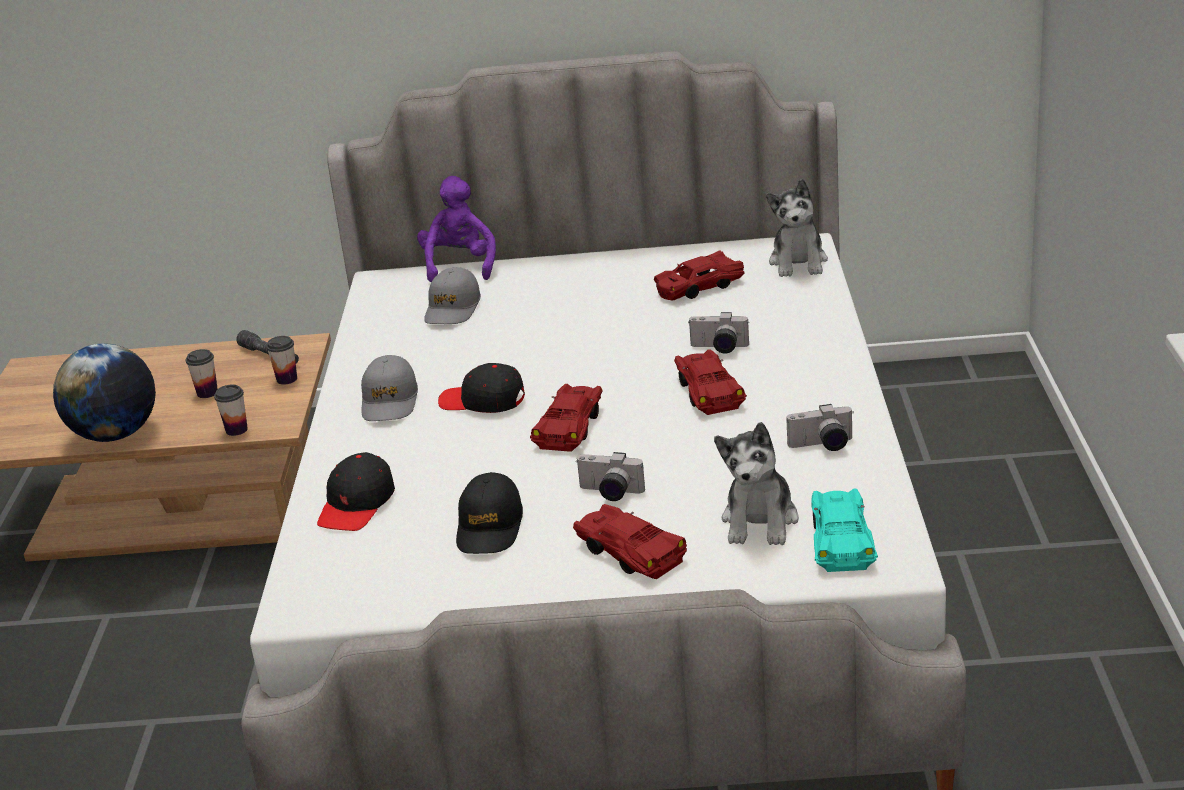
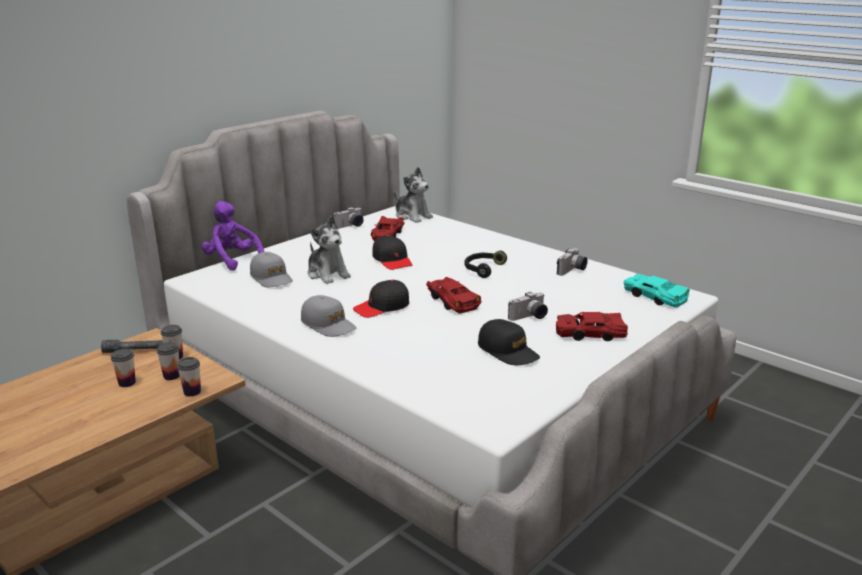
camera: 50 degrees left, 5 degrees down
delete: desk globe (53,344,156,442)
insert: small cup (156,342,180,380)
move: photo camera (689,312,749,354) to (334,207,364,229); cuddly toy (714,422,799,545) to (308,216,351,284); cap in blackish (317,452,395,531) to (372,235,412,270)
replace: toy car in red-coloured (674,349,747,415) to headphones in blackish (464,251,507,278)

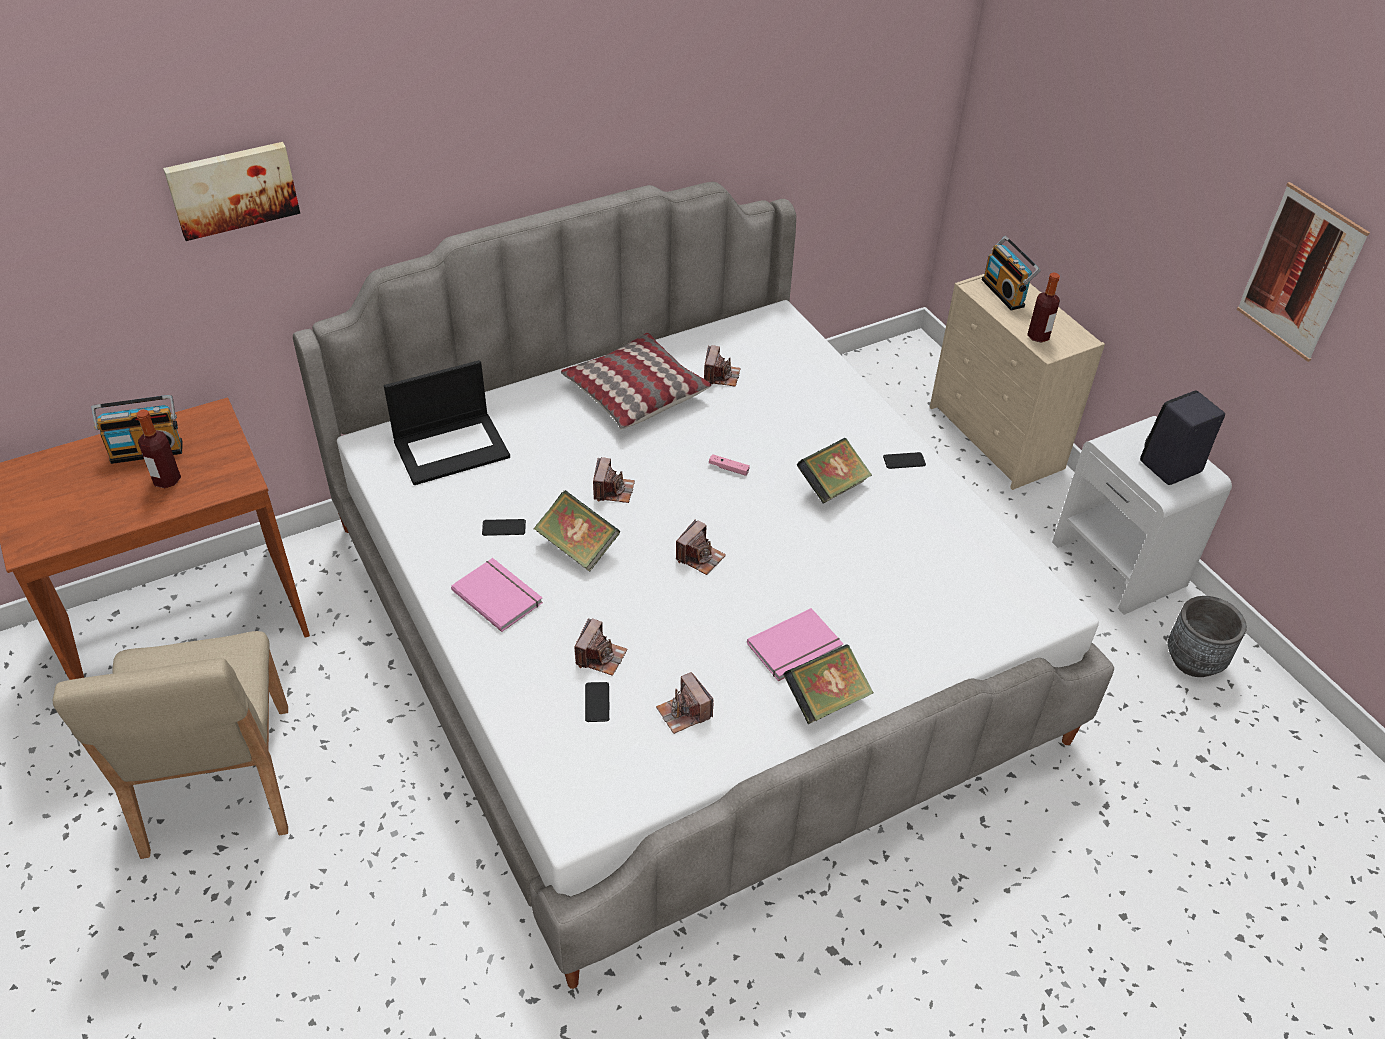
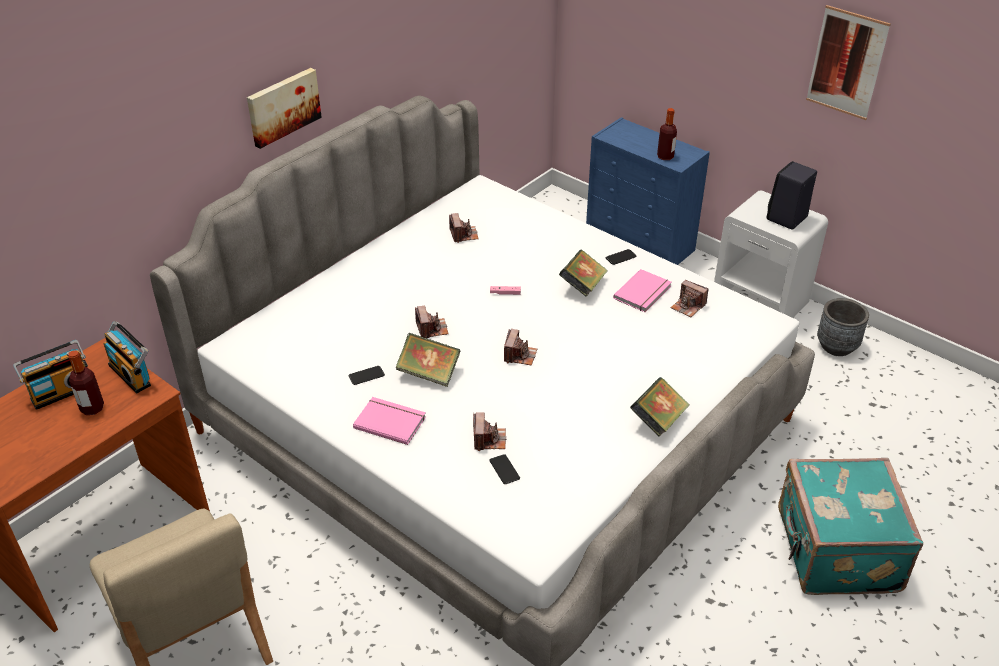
camera: 20 degrees left, 5 degrees down
delete: throw pillow (561,333,712,430); portable computer (384,360,510,485)
insert: travel case in turquoise (778,458,923,595)
move: picture (163,142,300,241) to (247,68,322,149); radio (982,236,1041,311) to (104,321,151,393); bound book in pink-coloured (747,608,843,682) to (613,269,672,312); photo camera (656,672,713,734) to (671,280,708,317)
recolor: chest of drawers in beige (929,274,1105,490) to chest of drawers in blue-coloured (586,117,710,265)

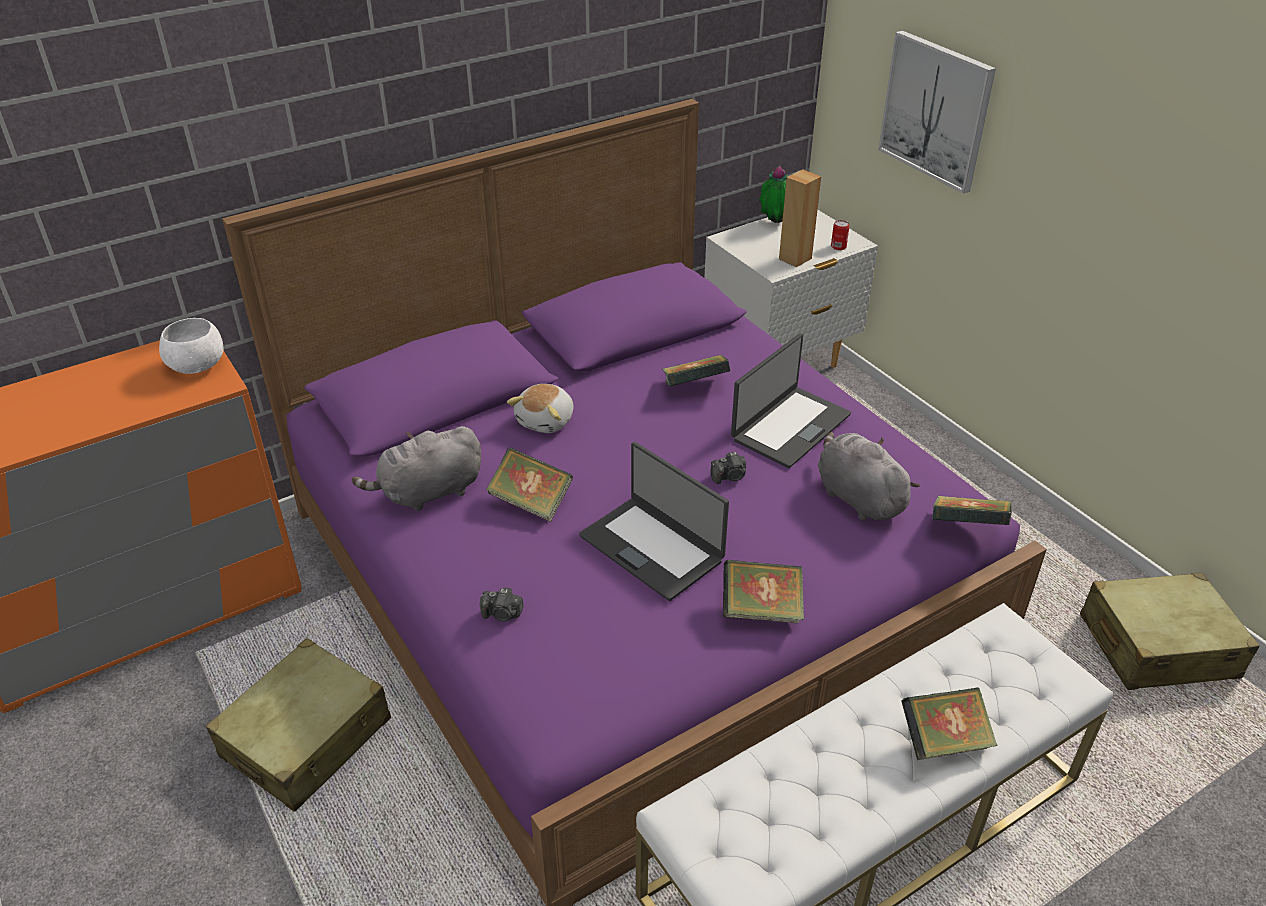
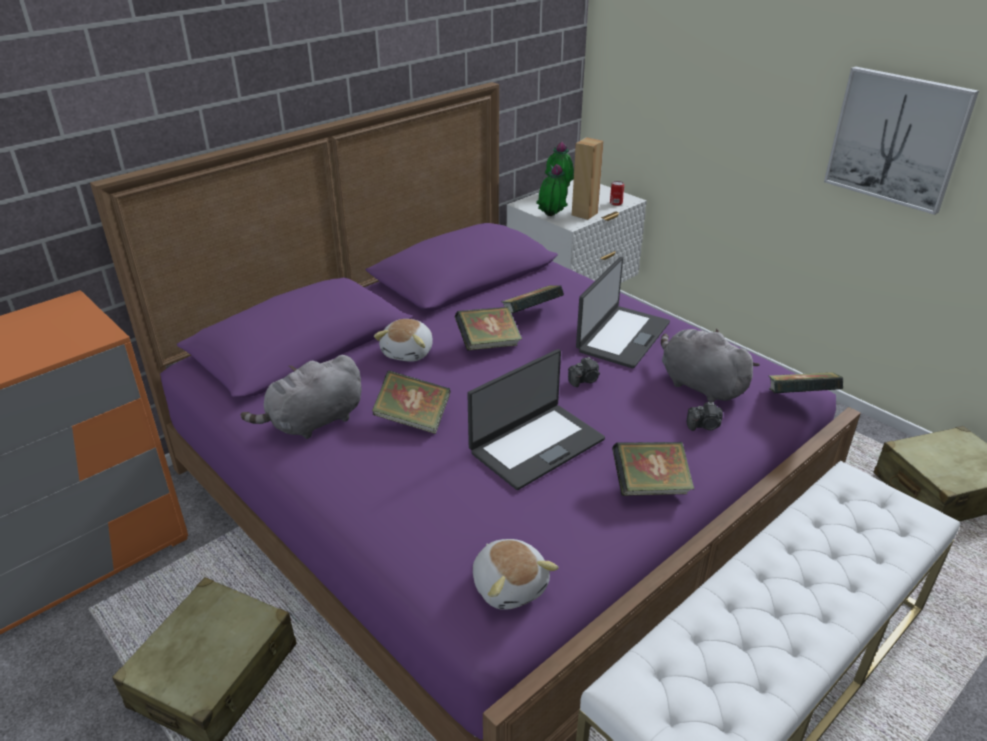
camera: 10 degrees left, 5 degrees down
delete: deep dish in white (159,318,223,374)
insert: potted plant (536,164,568,216); cuddly toy (473,539,558,610)
move: picture (878,31,996,194) to (824,66,979,215); photo camera (480,587,524,622) to (687,402,723,431); bound book (901,687,997,760) to (455,307,522,351)
rotate: portable computer (579,442,729,601) = (467,349,605,490) 75 degrees counterclockwise

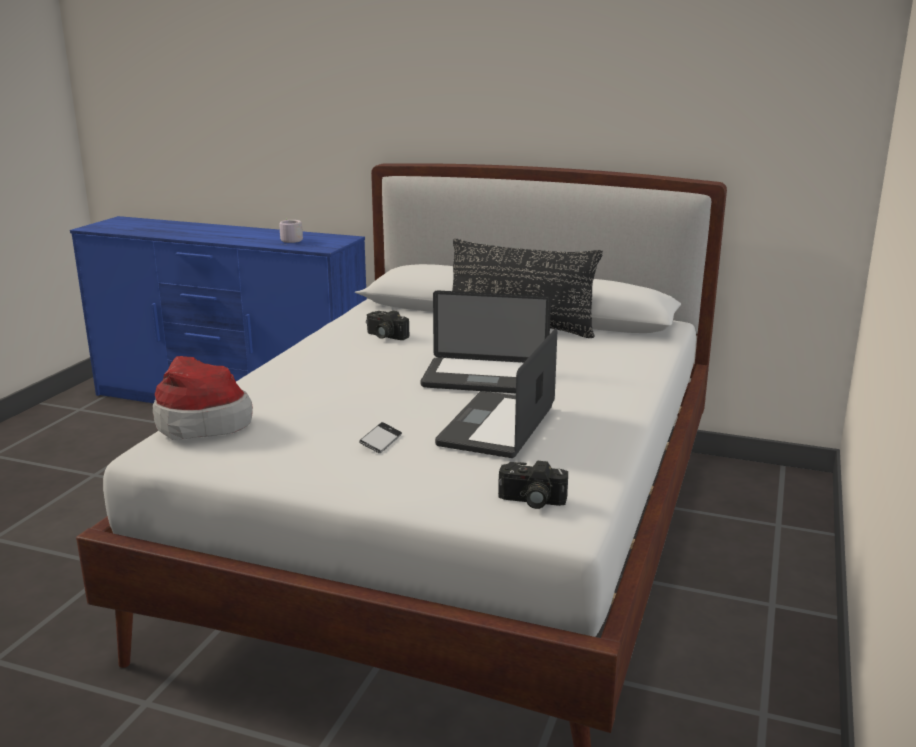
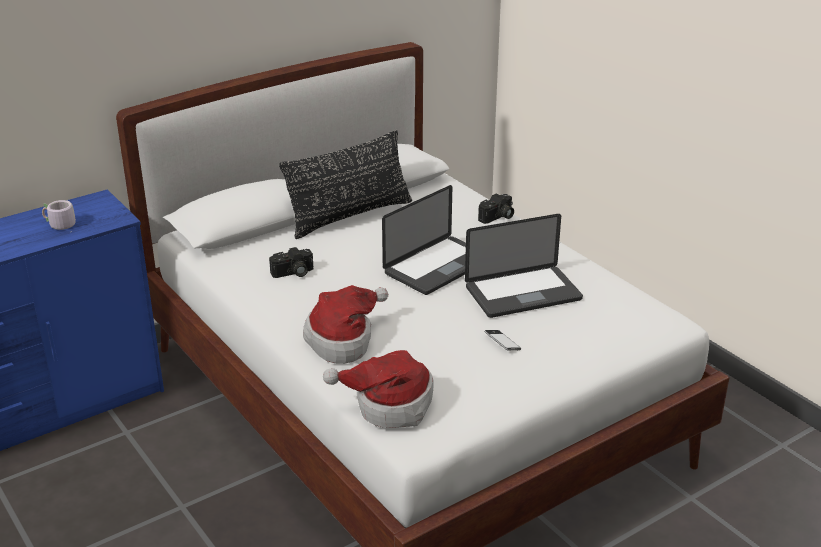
camera: 55 degrees left, 10 degrees up
insert: hat (303,285,388,364)
move: photo camera (498,461,568,509) to (478,194,514,224)
rotate: portable computer (435,328,557,458) = (465,214,583,318) 75 degrees counterclockwise

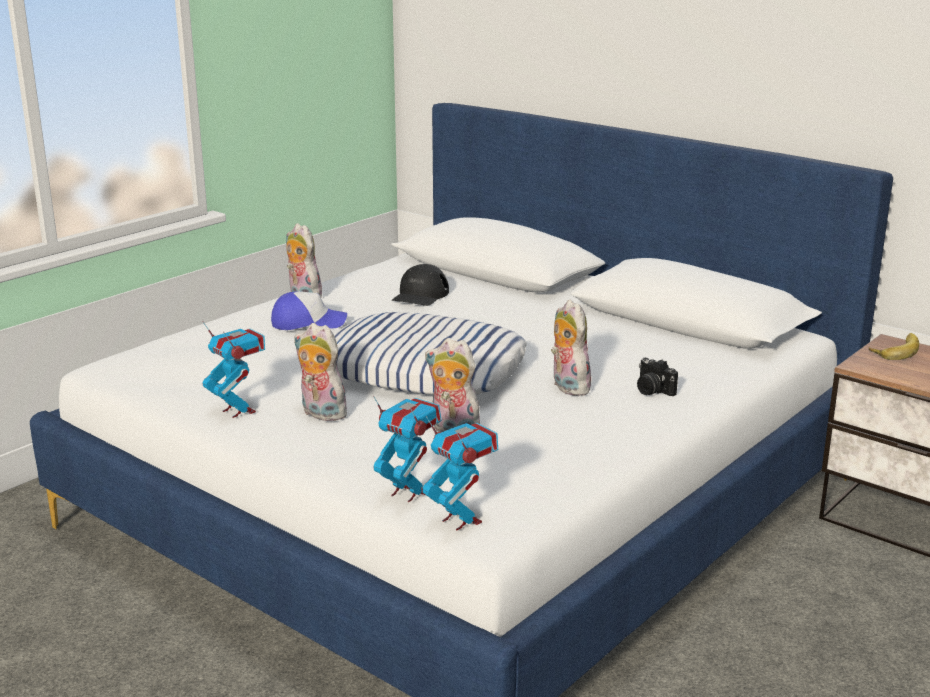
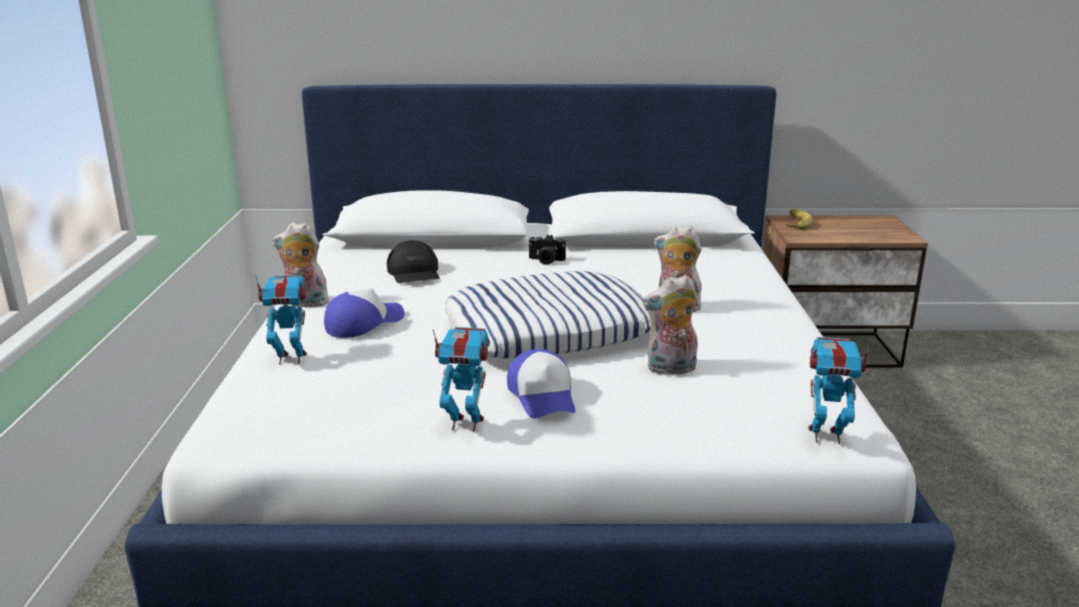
camera: 40 degrees left, 0 degrees up
move: photo camera (637,358,678,396) to (528,234,566,265); robot figure (373,395,442,502) to (255,274,307,365)
replace: cuddly toy (294,323,353,421) to cap (507,349,575,419)

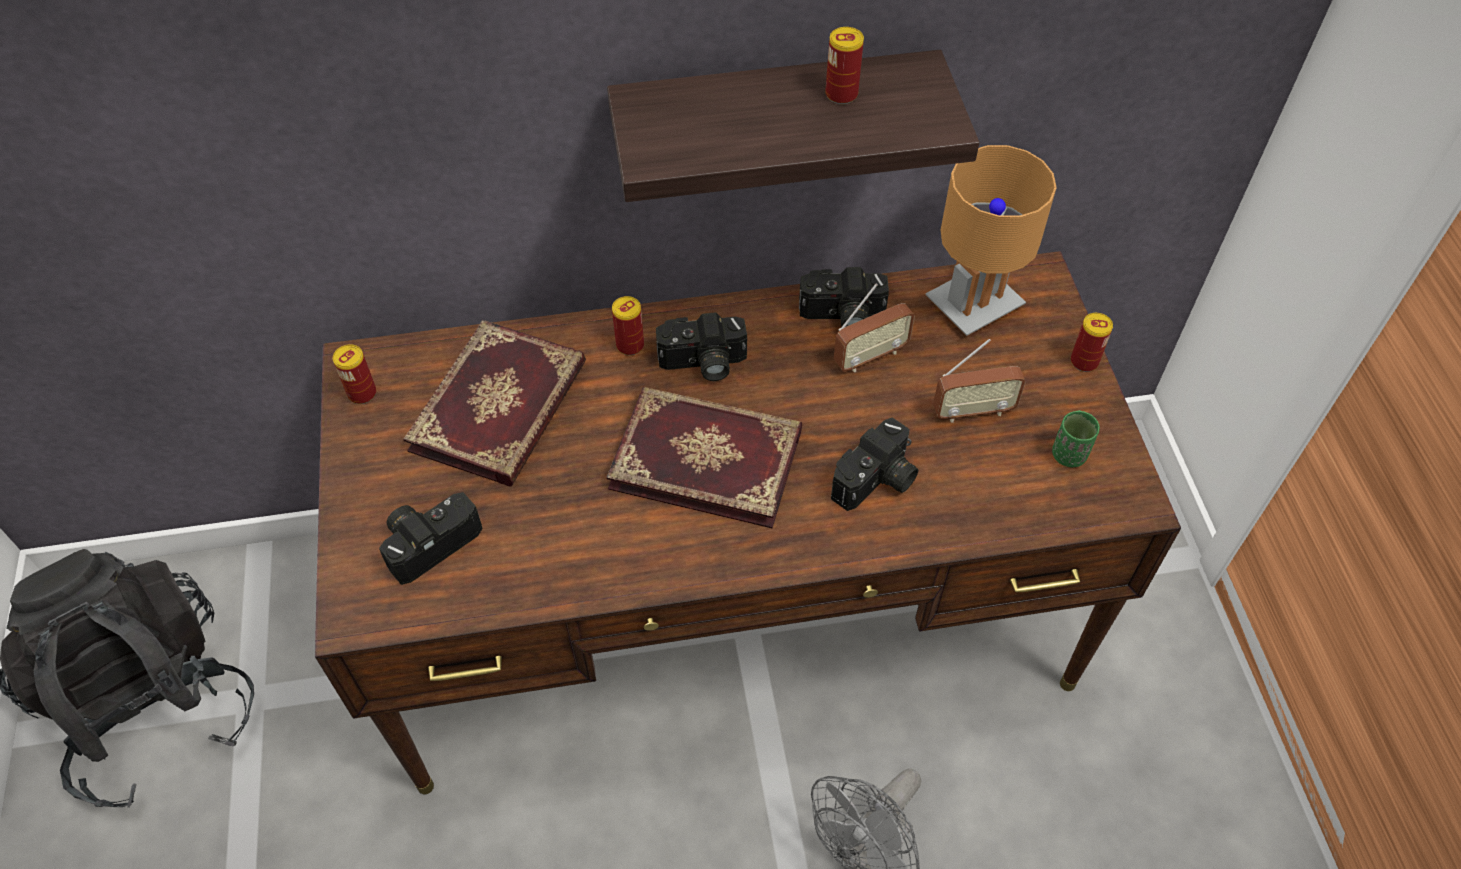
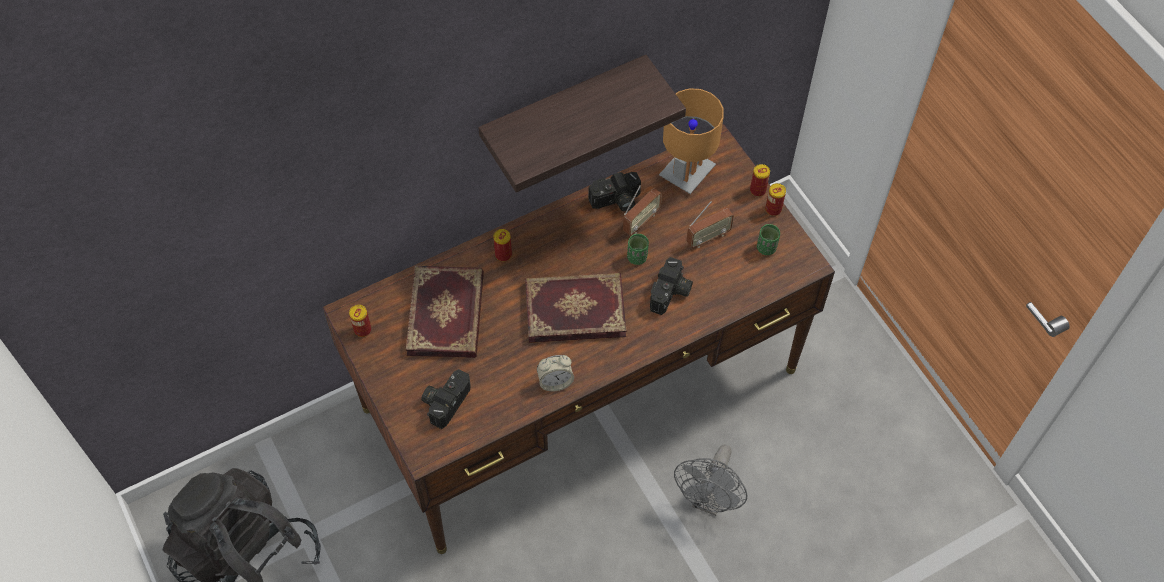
camera: 20 degrees left, 5 degrees up
delete: photo camera (656,312,747,381)
insert: small cup in green (627,234,649,265); alarm clock (537,355,574,391)
move: can (825,27,864,104) to (765,183,786,216)

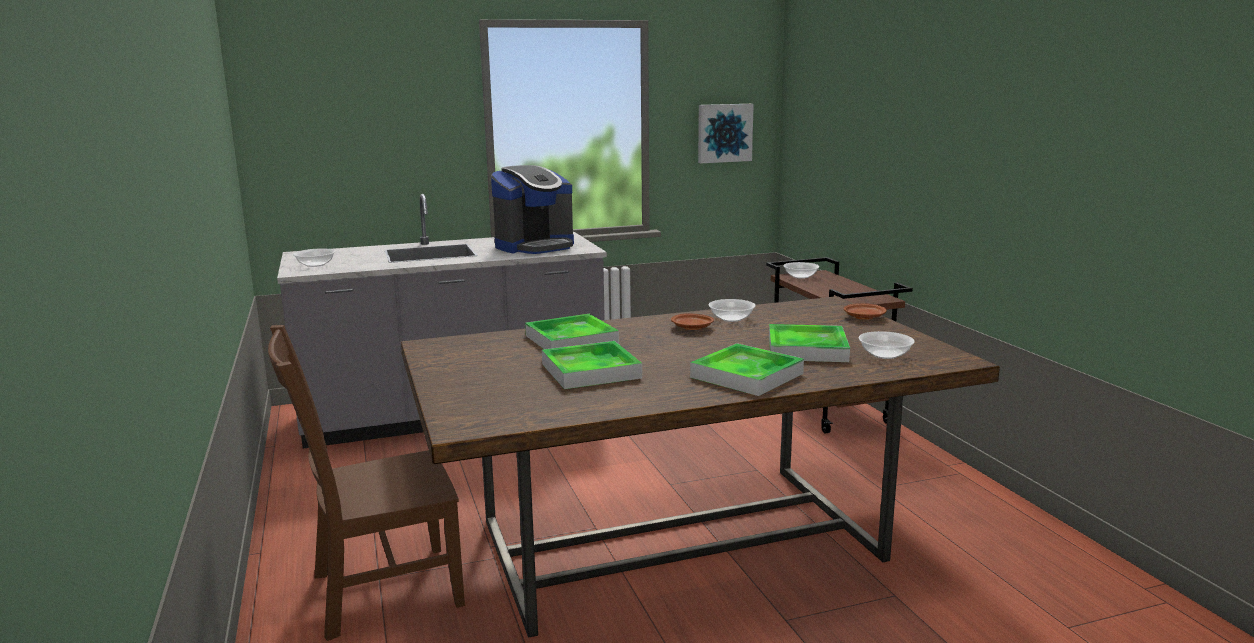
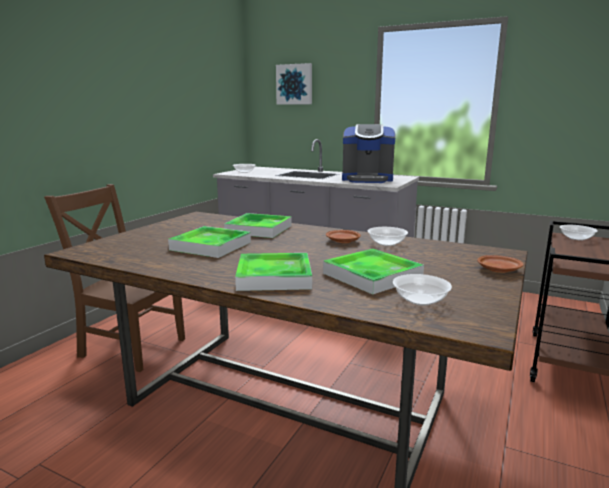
camera: 45 degrees right, 0 degrees up
move: picture (698,104,754,163) to (276,63,312,105)

